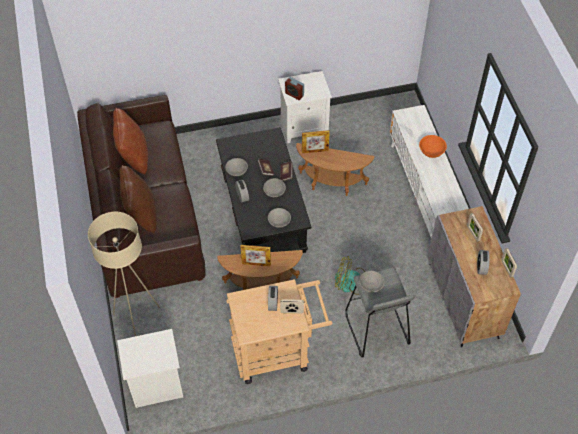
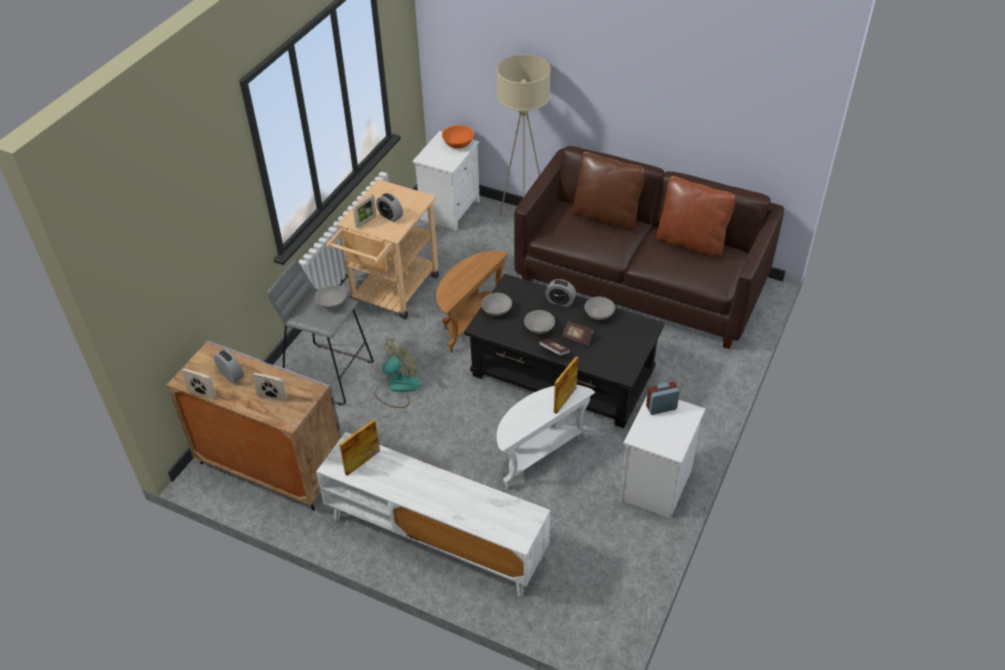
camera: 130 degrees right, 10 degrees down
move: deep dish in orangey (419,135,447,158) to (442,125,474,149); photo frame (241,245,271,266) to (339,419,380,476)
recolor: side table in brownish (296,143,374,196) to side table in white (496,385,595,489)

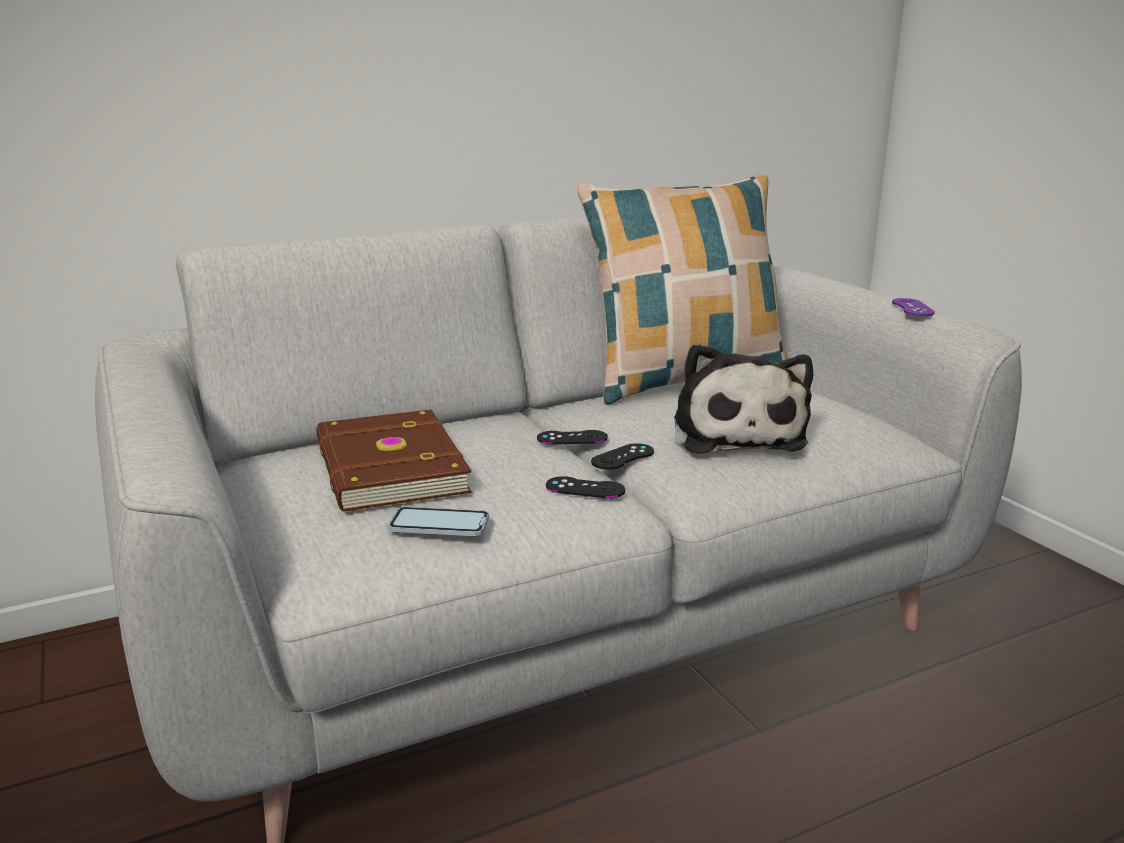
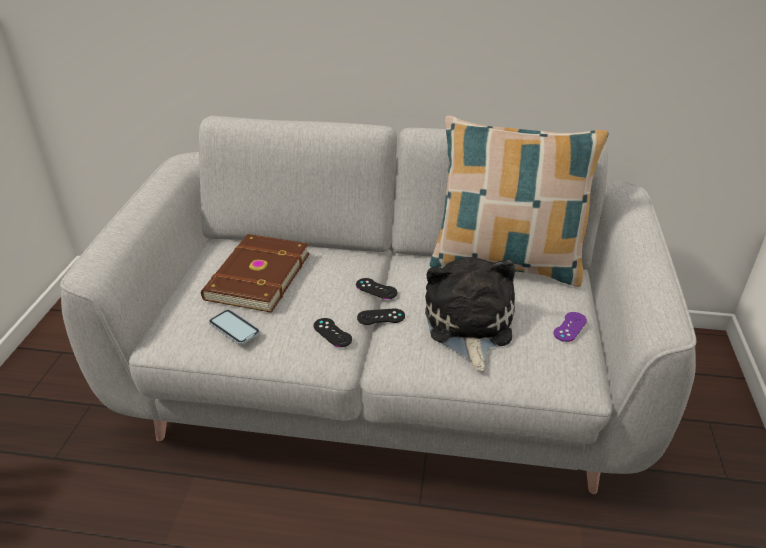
camera: 35 degrees right, 15 degrees up
move: game controller in purple (892,298,935,316) to (553,312,587,342)
rotate: cuddly toy (674,343,813,454) = (425,257,515,371) 150 degrees clockwise

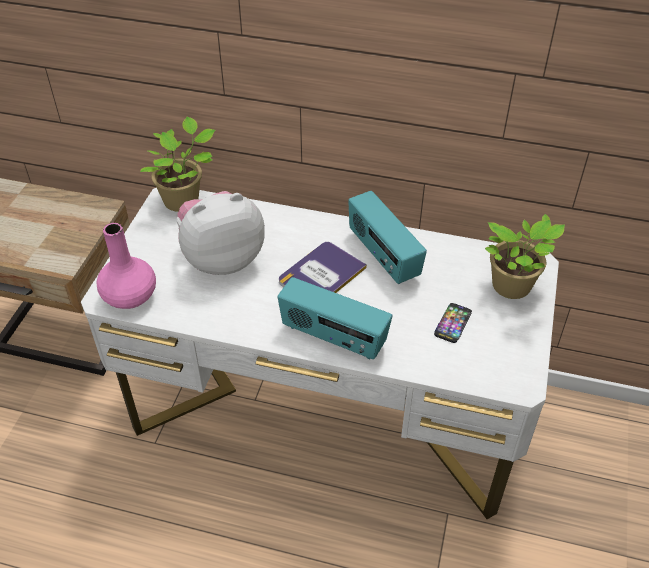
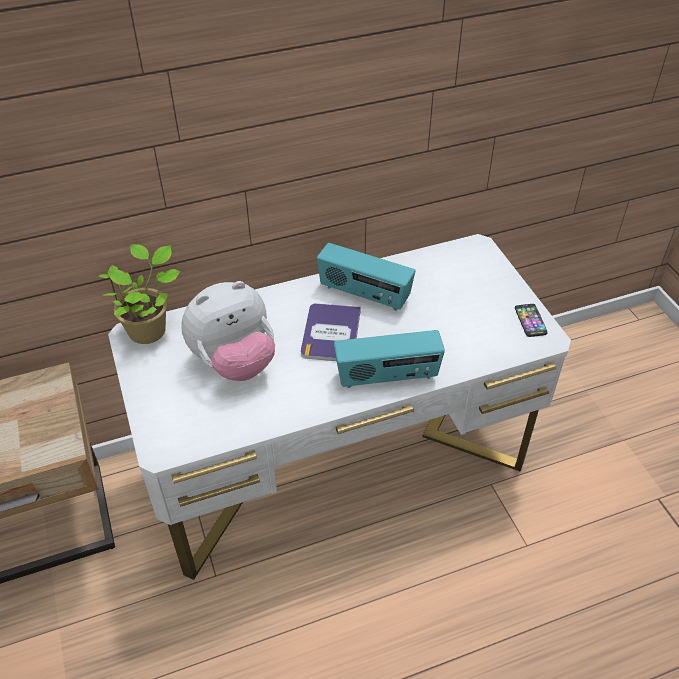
camera: 35 degrees left, 0 degrees up
delete: potted plant (485,214,565,299); vase in pink-coloured (96,223,156,309)
move: telephone (434,303,472,343) to (515,304,548,337)
rotate: cuddly toy (176,191,265,275) = (181,281,275,381) 150 degrees counterclockwise

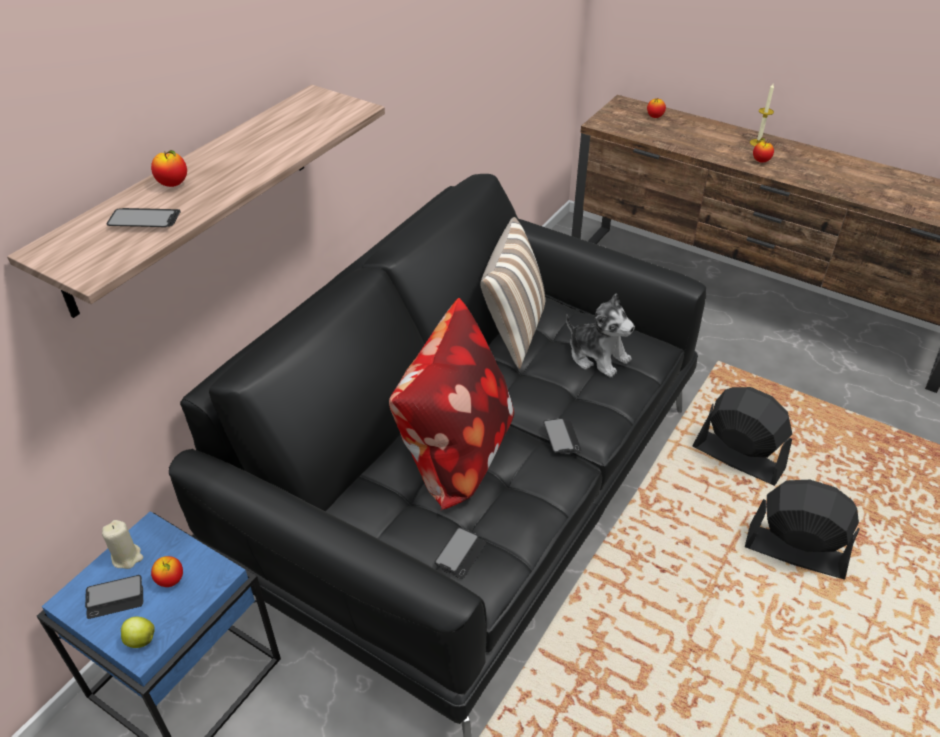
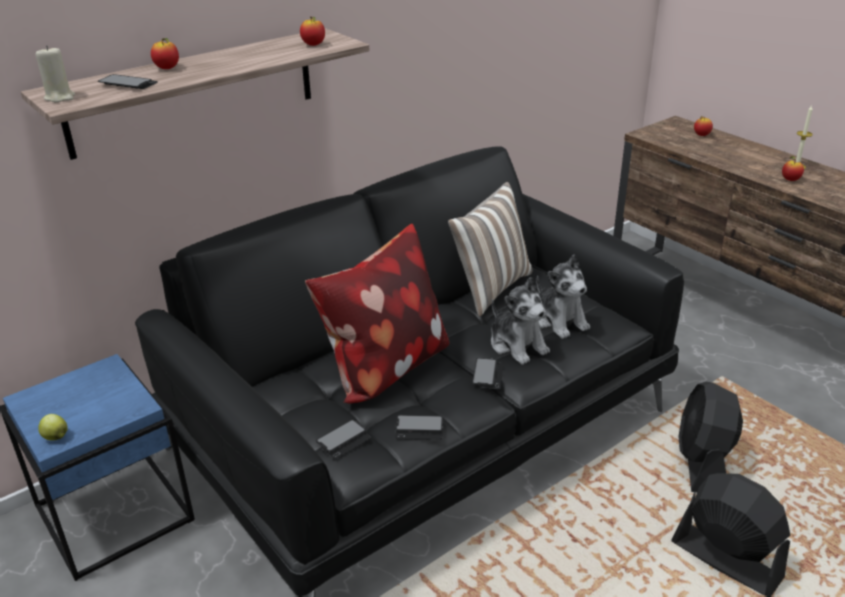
camera: 20 degrees right, 10 degrees down
insert: cuddly toy (491,277,550,365)
move: wax light in beige (102,520,143,569) to (36,45,75,103); apple (151,556,183,587) to (300,17,325,46); telephone (85,575,143,619) to (395,415,443,440)
rotate: cooling fan in blackish (693,387,792,486) = (678,382,743,493) 135 degrees counterclockwise

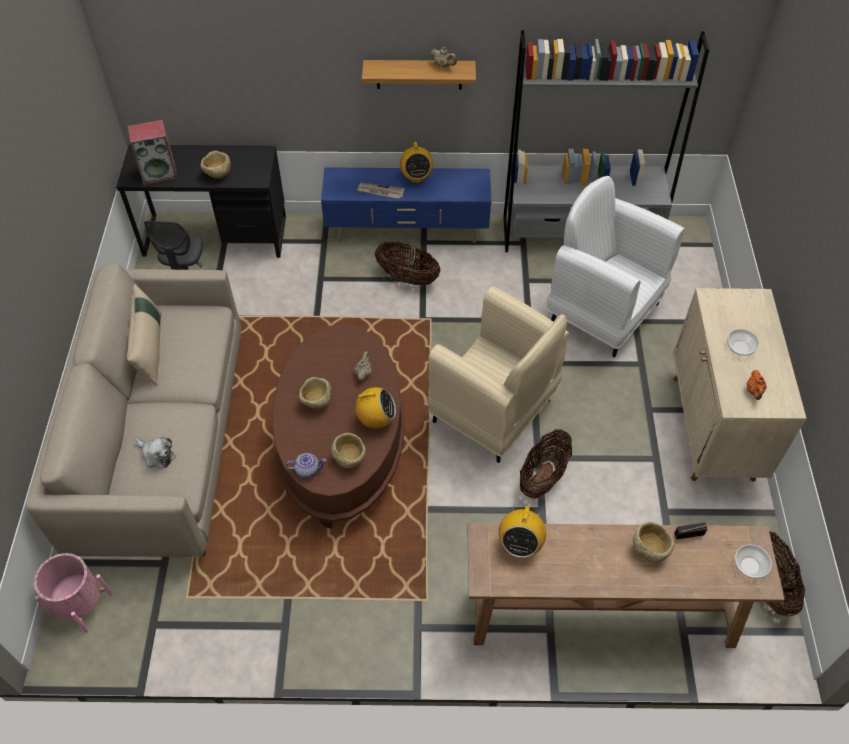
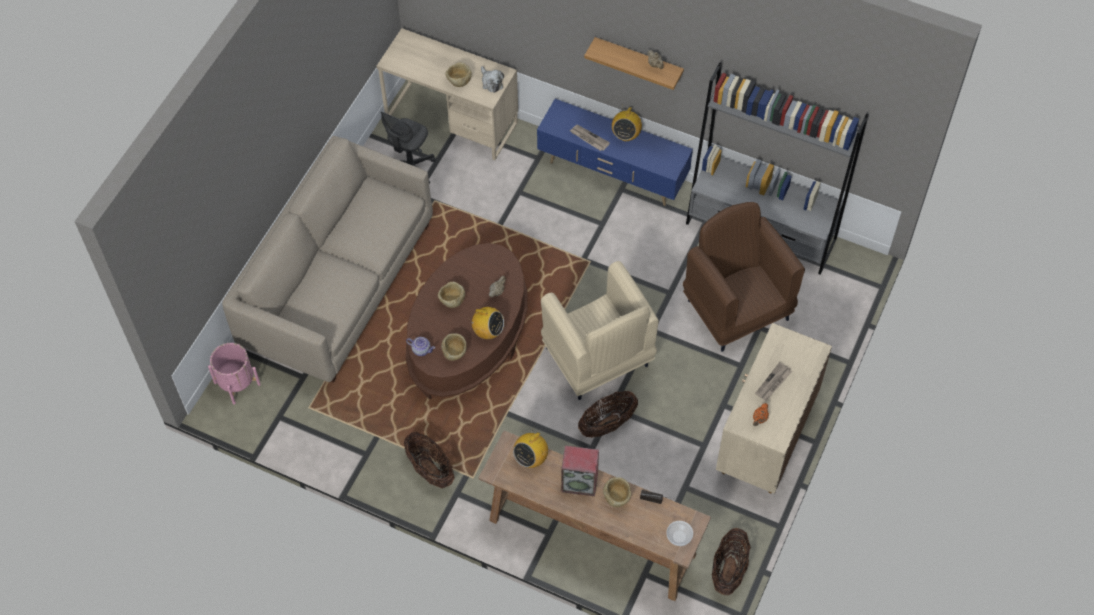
camera: 25 degrees right, 5 degrees up
delete: throw pillow in beige (127,284,161,386)
move: speaker (128,120,178,185) to (561,446,599,496); household basket (375,242,441,285) to (404,432,454,488); cuddly toy (135,437,175,469) to (481,66,504,93)
replace: deep dish (727,329,760,356) to newspaper (755,362,792,401)
recolor: desk unit in blackish (116,145,286,258) to desk unit in beige (377,28,518,160); easy chair in white (547,176,685,357) to easy chair in brownish (683,202,805,352)

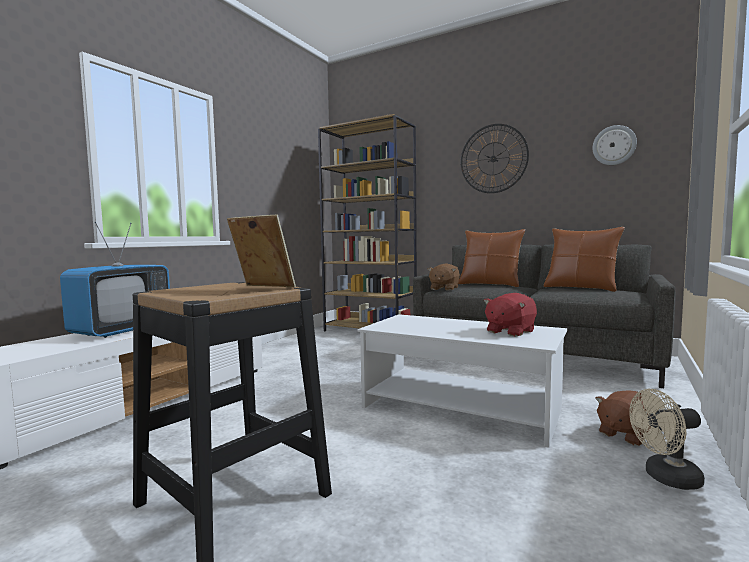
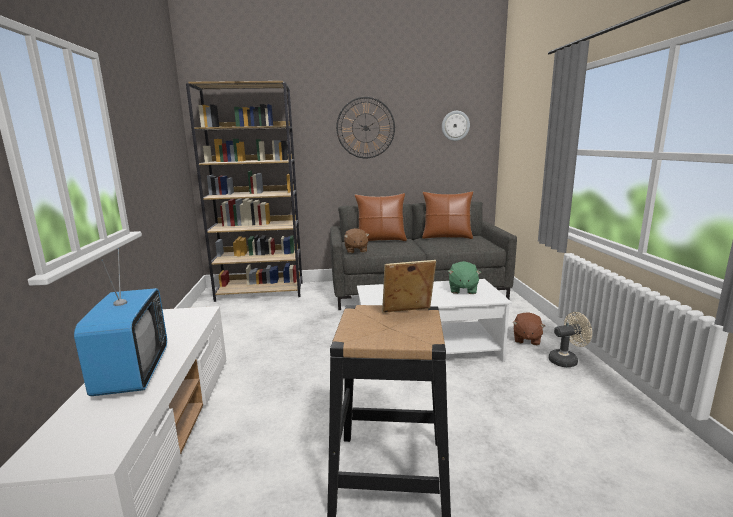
camera: 35 degrees left, 10 degrees up
recolor: cuddly toy in red-coloured (483,293,537,337) to cuddly toy in green (448,261,481,294)
rotate: cooling fan in beige (629,389,705,490) = (549,312,592,367) 150 degrees counterclockwise

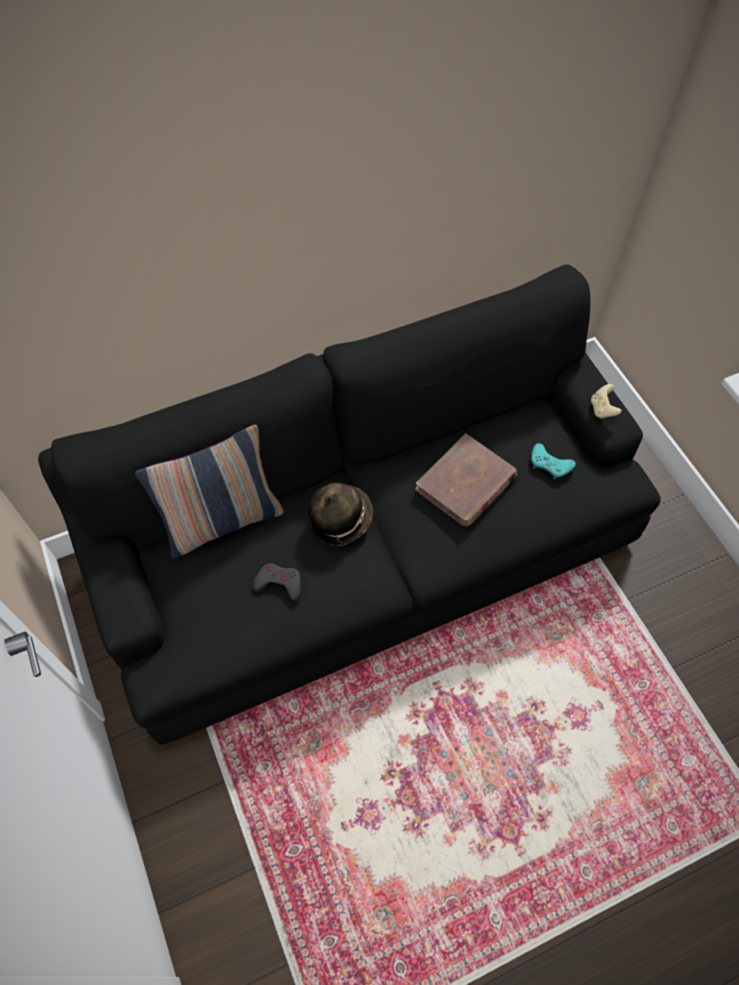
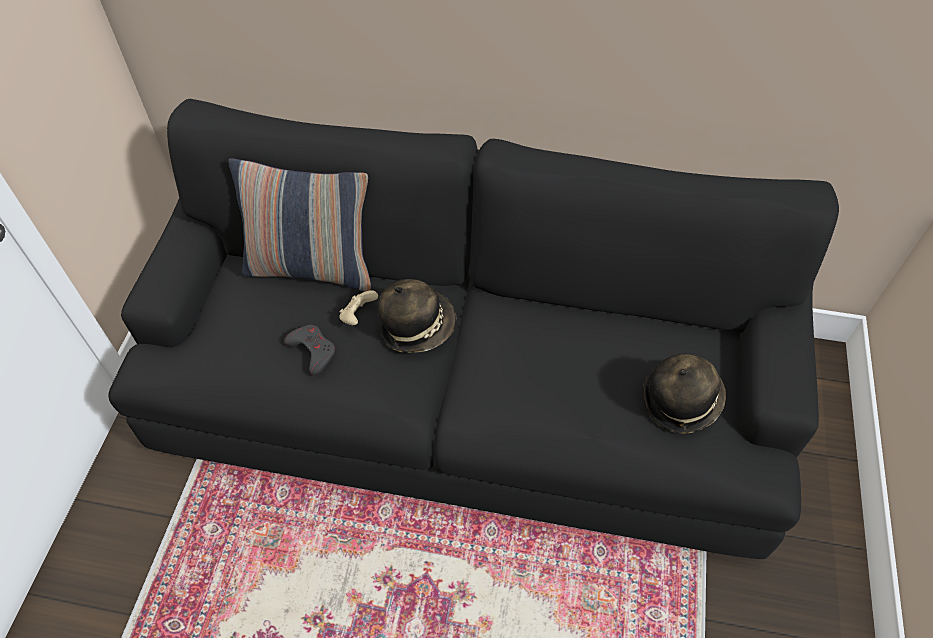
camera: 35 degrees right, 5 degrees down
delete: bound book in brownish (415,434,518,526)
move: game controller in beige (591,384,622,419) to (339,290,378,325)
replace: game controller in turquoise (531,443,576,479) to hat (643,354,726,434)

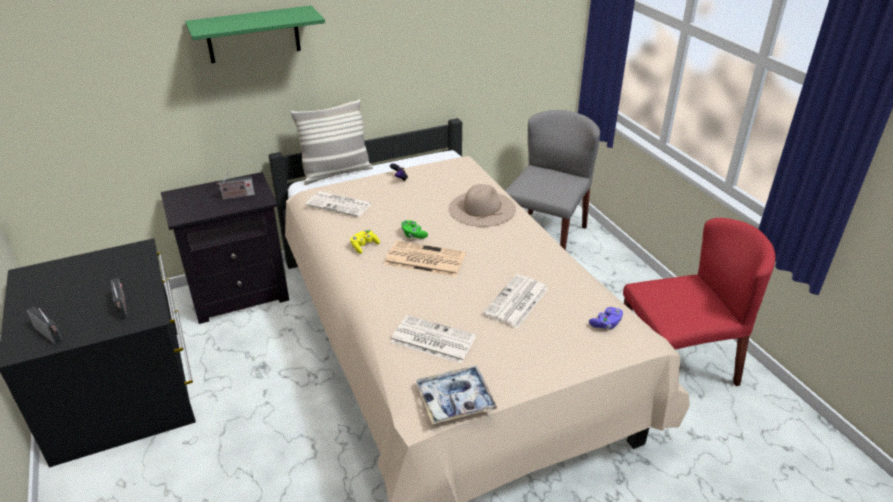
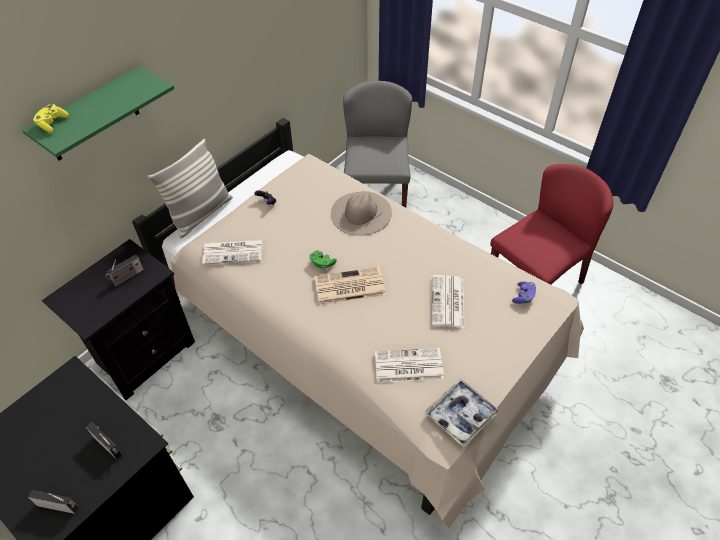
camera: 25 degrees left, 15 degrees up
move: game controller in yellow-coloured (350,230,380,254) to (33,104,69,133)

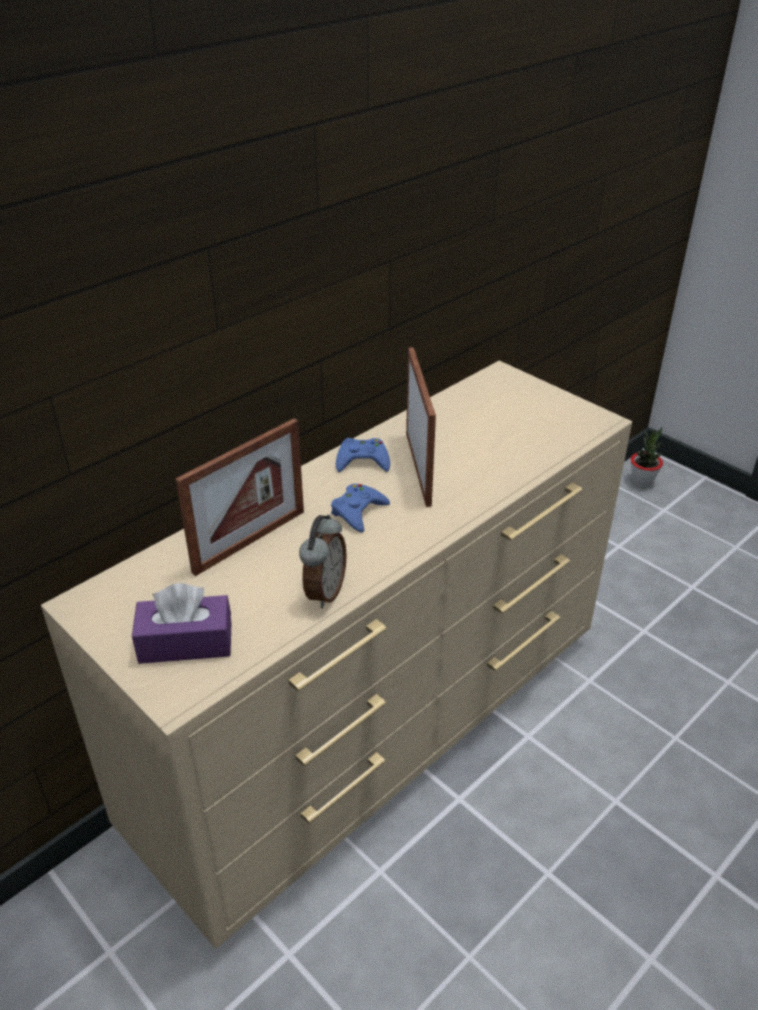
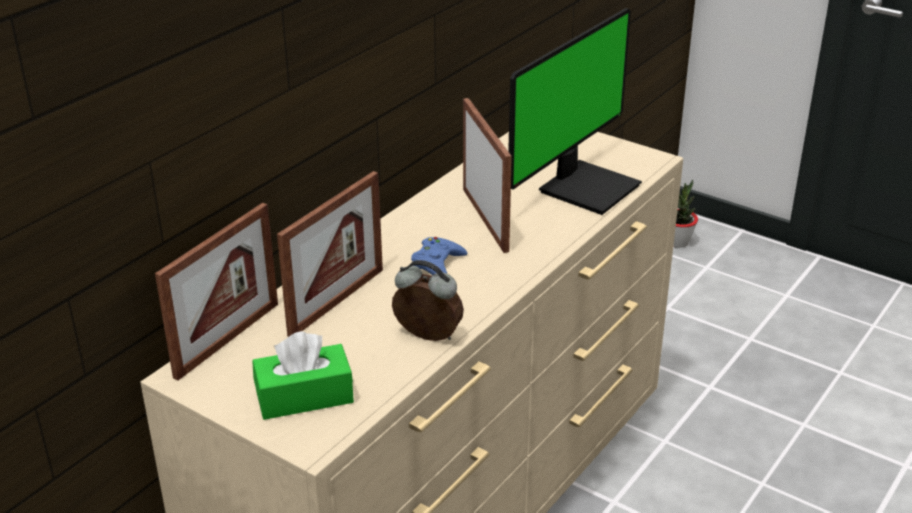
camera: 10 degrees left, 5 degrees down
delete: game controller in blue-coloured (336,438,390,472)
insert: computer display (508,8,642,215); photo frame (155,203,278,381)
recolor: box of tissues in purple (132,583,231,664) to box of tissues in green (252,331,354,420)
rotate: alarm clock (299,515,347,608) = (392,260,464,341) 75 degrees counterclockwise

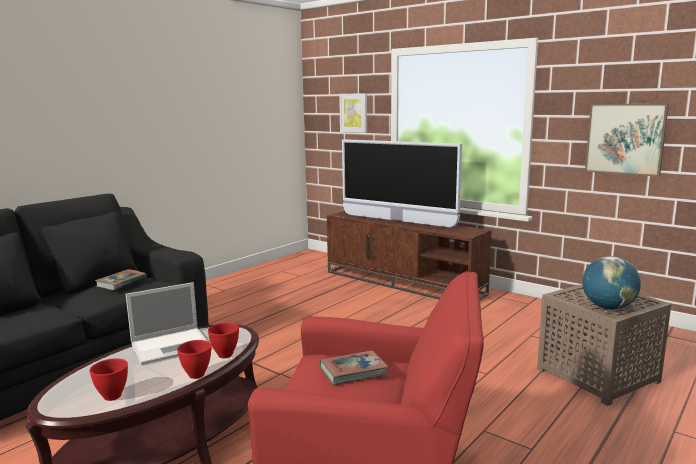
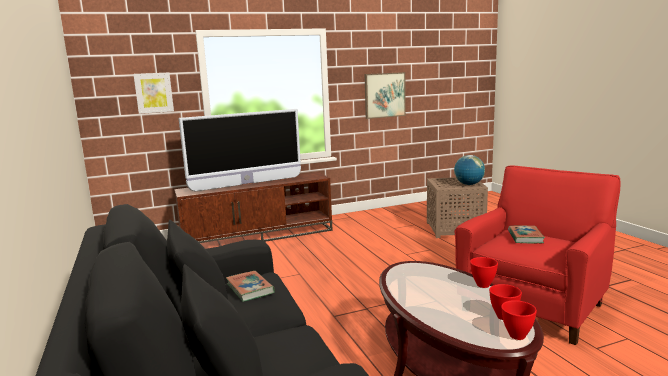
camera: 60 degrees left, 0 degrees up
delete: portable computer (126,282,212,365)
move: deep dish in red-coloured (208,323,239,358) to (501,300,537,340)

